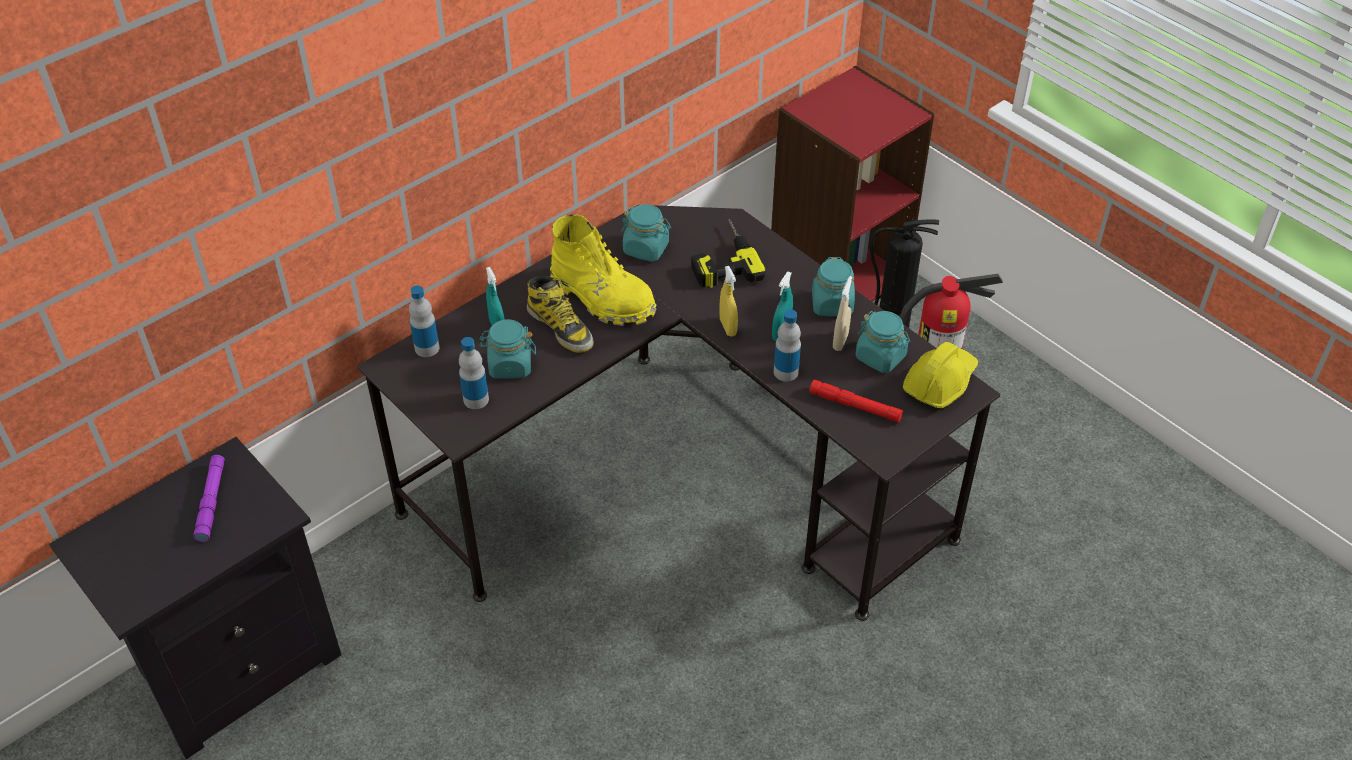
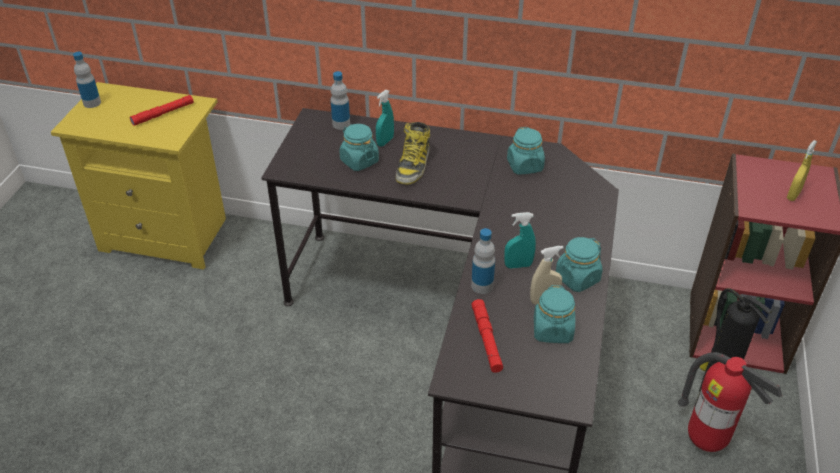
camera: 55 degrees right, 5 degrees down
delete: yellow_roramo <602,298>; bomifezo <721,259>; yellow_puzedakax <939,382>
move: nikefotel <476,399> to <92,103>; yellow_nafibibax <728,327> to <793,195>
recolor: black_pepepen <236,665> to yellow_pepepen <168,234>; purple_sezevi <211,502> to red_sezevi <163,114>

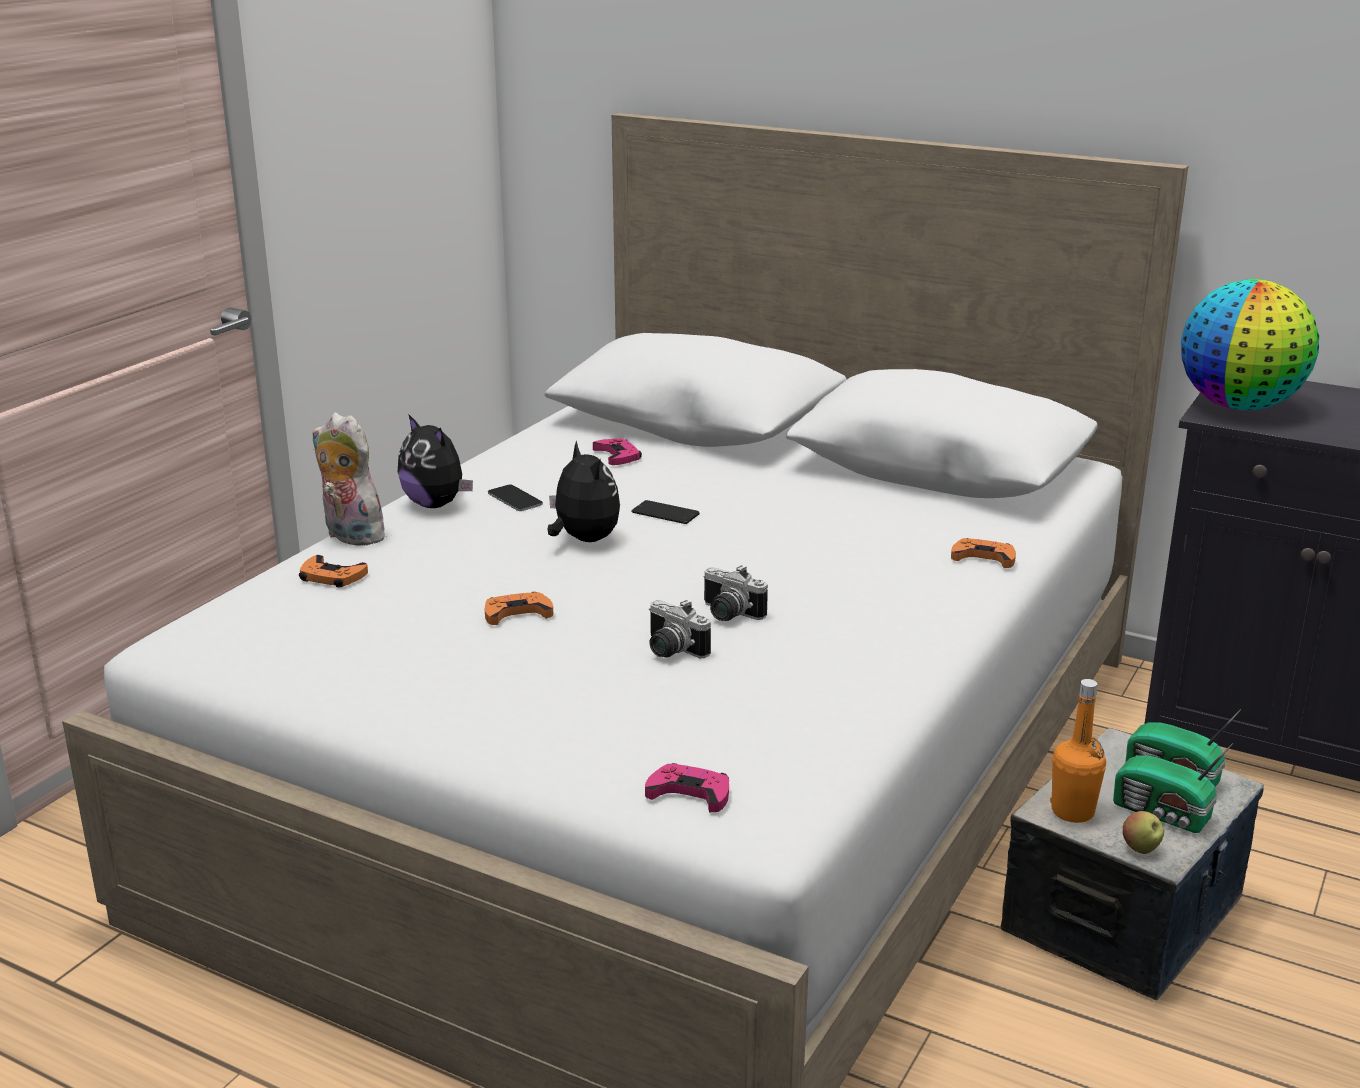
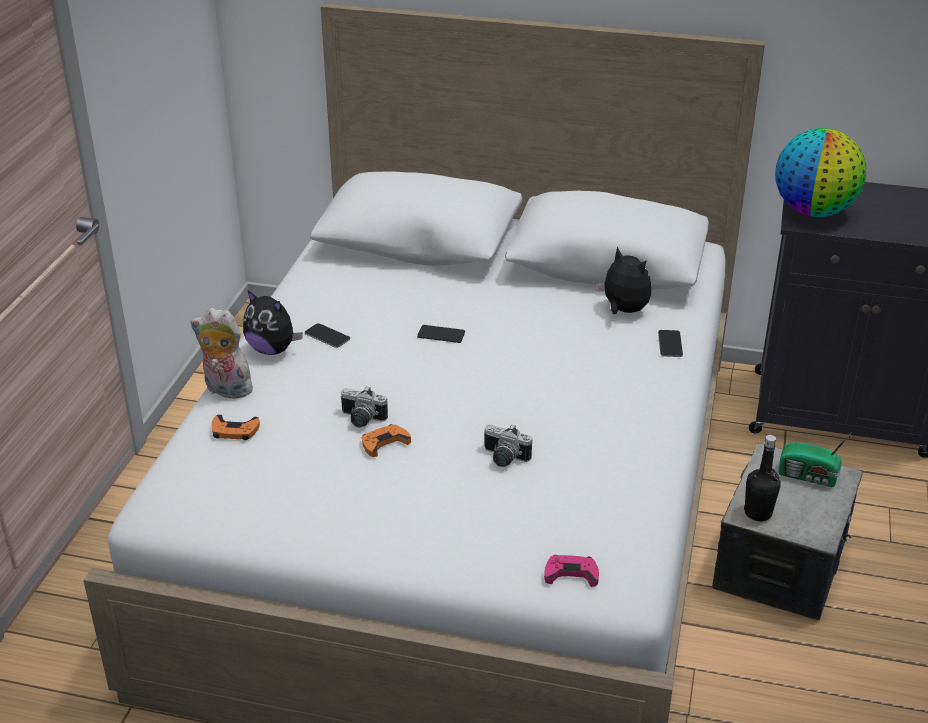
camera: 15 degrees left, 10 degrees up
delete: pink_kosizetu <617,456>; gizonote <1163,814>; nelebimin <1141,849>
move: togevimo <583,540> to <623,310>; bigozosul <727,614> to <361,420>
replace: orange_kosizetu <983,558> to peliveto <670,344>
recolor: orange_nikefotel <1072,812> to black_nikefotel <758,513>

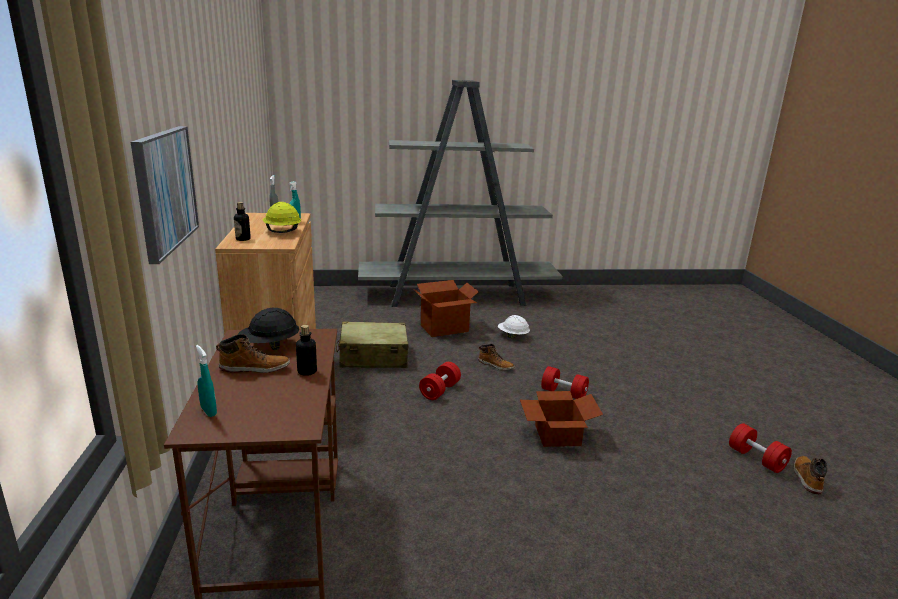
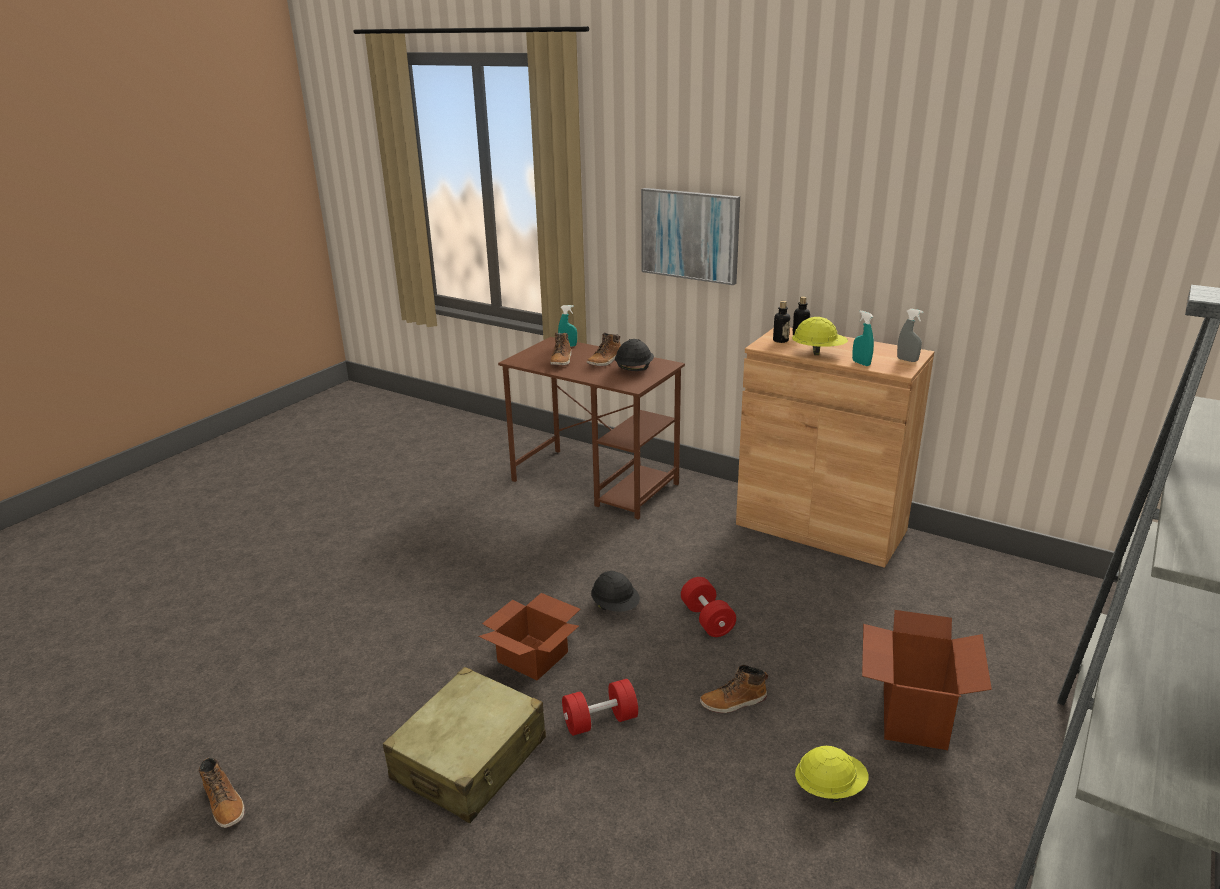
camera: 130 degrees right, 5 degrees up
delete: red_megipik <756,459>
insert: roramo <561,360>; black_puzedakax <615,607>
move: nikefotel <307,371> to <780,340>; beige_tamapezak <373,357> to <470,759>
recolor: white_puzedakax <512,336> to yellow_puzedakax <829,788>

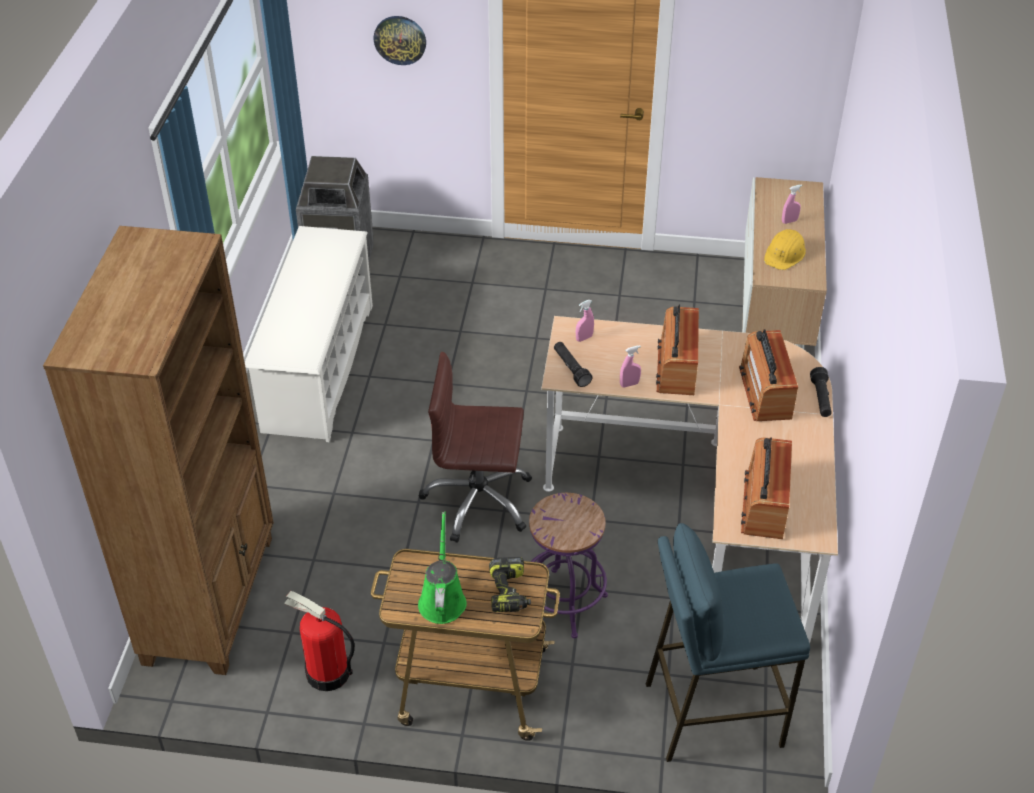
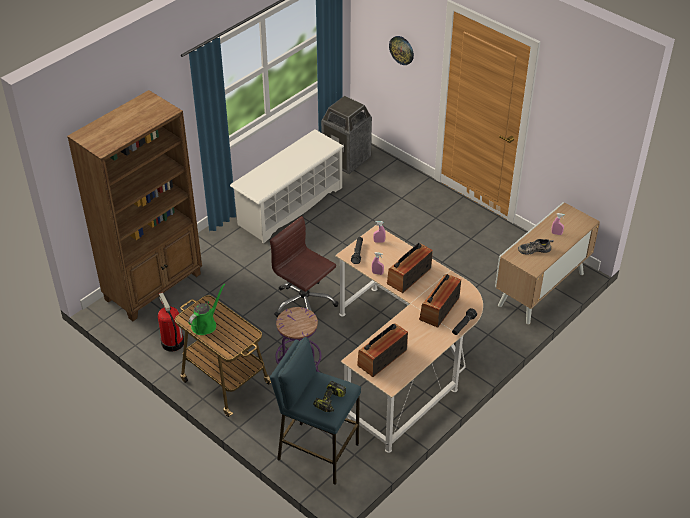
camera: 35 degrees right, 0 degrees up
move: bomifezo <509,592> to <330,401>
replace: yellow_puzedakax <785,254> to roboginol <534,249>

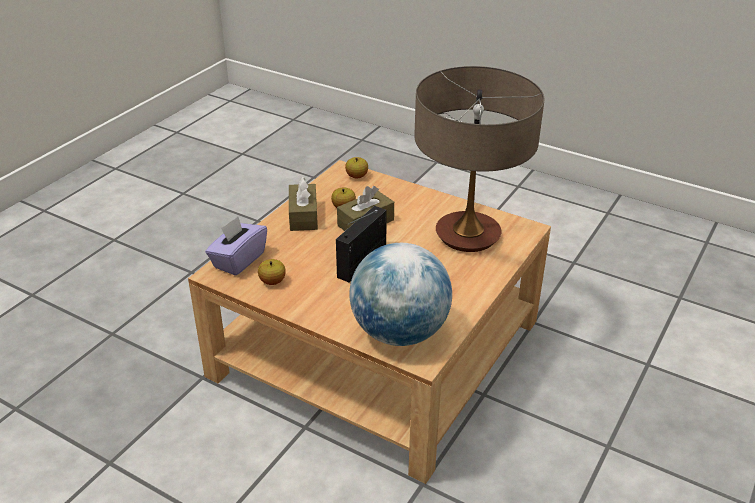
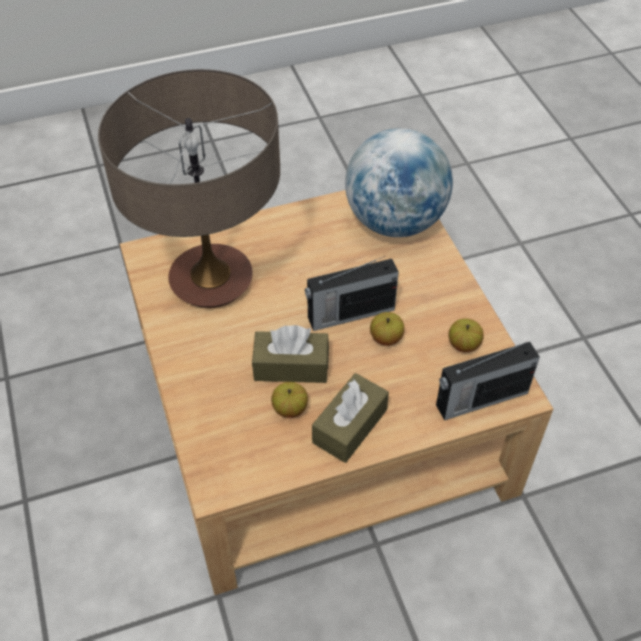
camera: 140 degrees left, 15 degrees up
move: nelebimin <356,176> to <386,338>
replace: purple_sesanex <238,260> to gizonote <480,399>

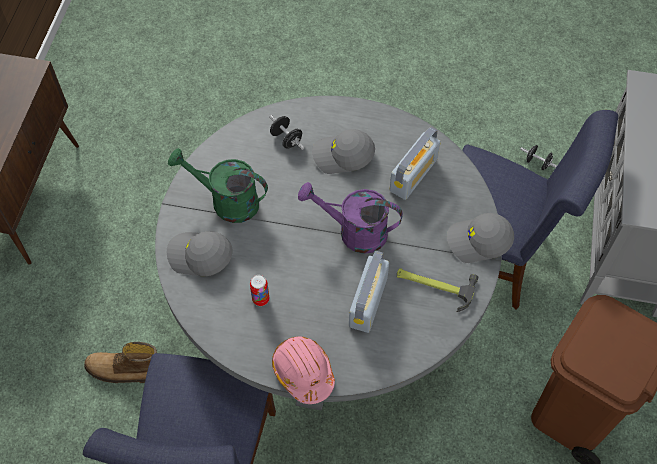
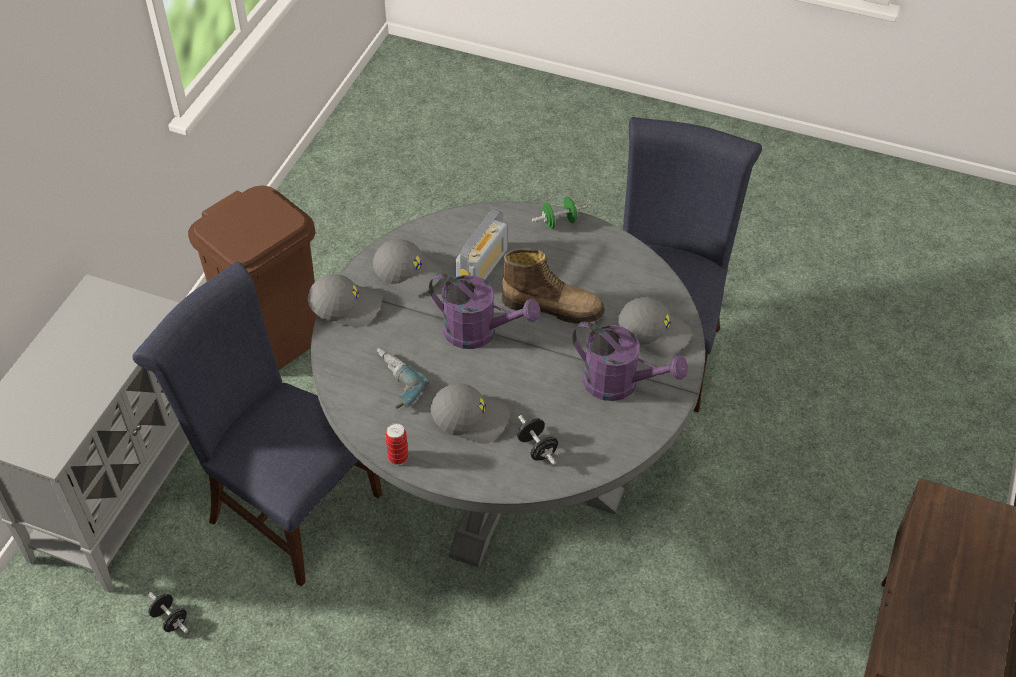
camera: 170 degrees left, 10 degrees down
move: roramo <126,371> to <553,306>; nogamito <260,299> to <398,457>
replace: pink_puzedakax <303,372> to green_megipik <559,222>; gizonote <413,175> to bomifezo <392,383>; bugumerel <434,285> to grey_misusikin <409,273>
recolor: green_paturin <226,201> to purple_paturin <620,384>

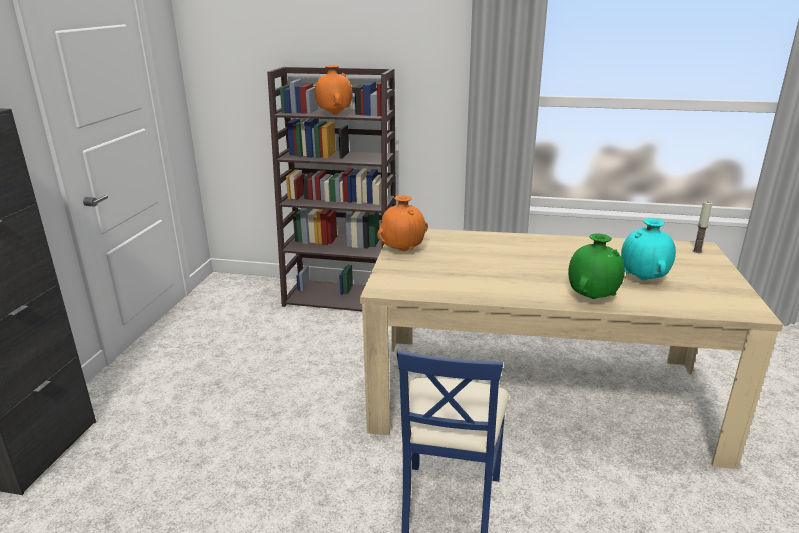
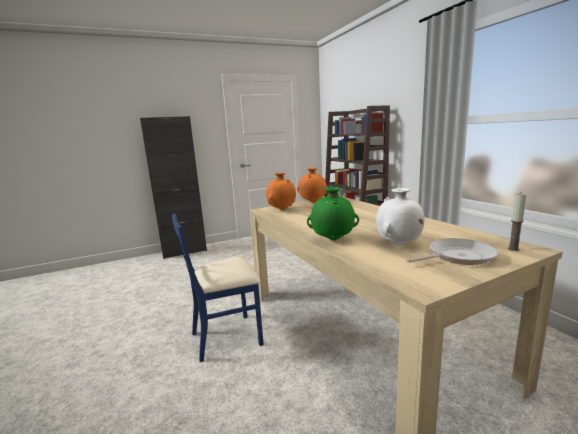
camera: 55 degrees right, 10 degrees down
insert: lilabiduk <457,256>
move: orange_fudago <334,114> to <282,210>
recolor: turquoise_fudago <643,279> to white_fudago <398,245>

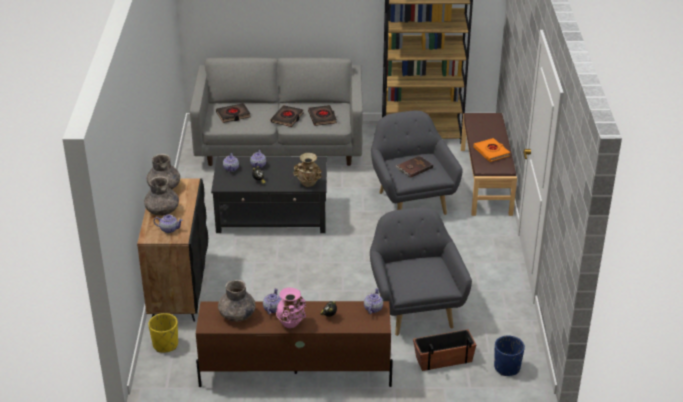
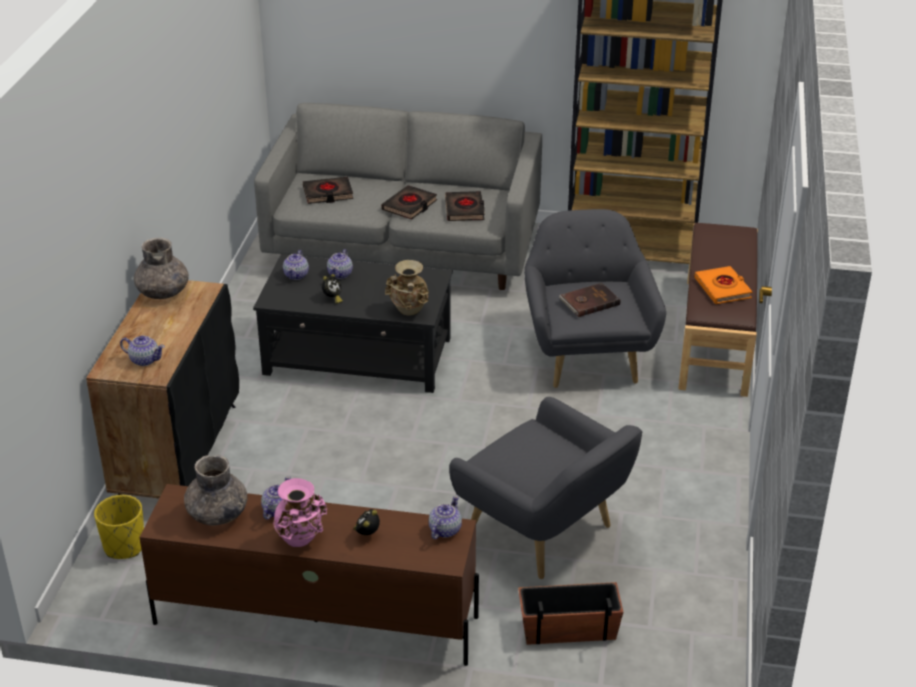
camera: 10 degrees right, 0 degrees up
delete: grey_fudago <162,210>; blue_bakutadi <507,367>
rotate: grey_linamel <416,308> = <545,533> 135 degrees clockwise

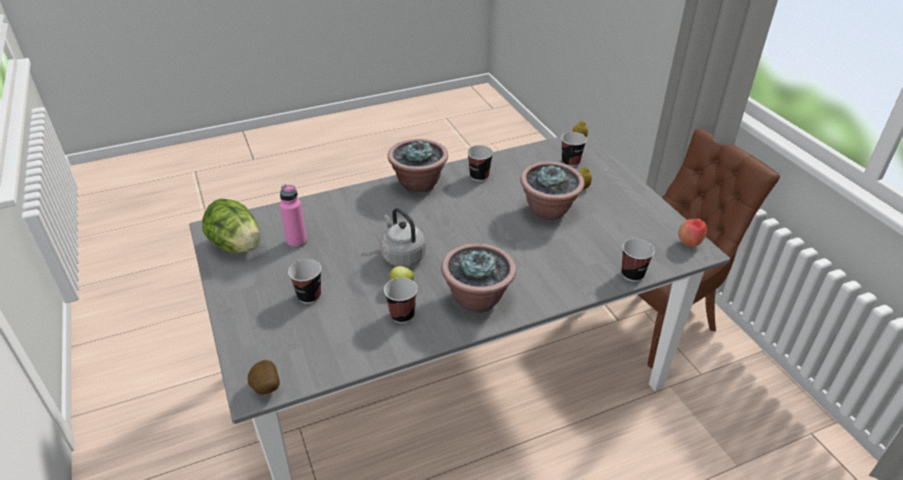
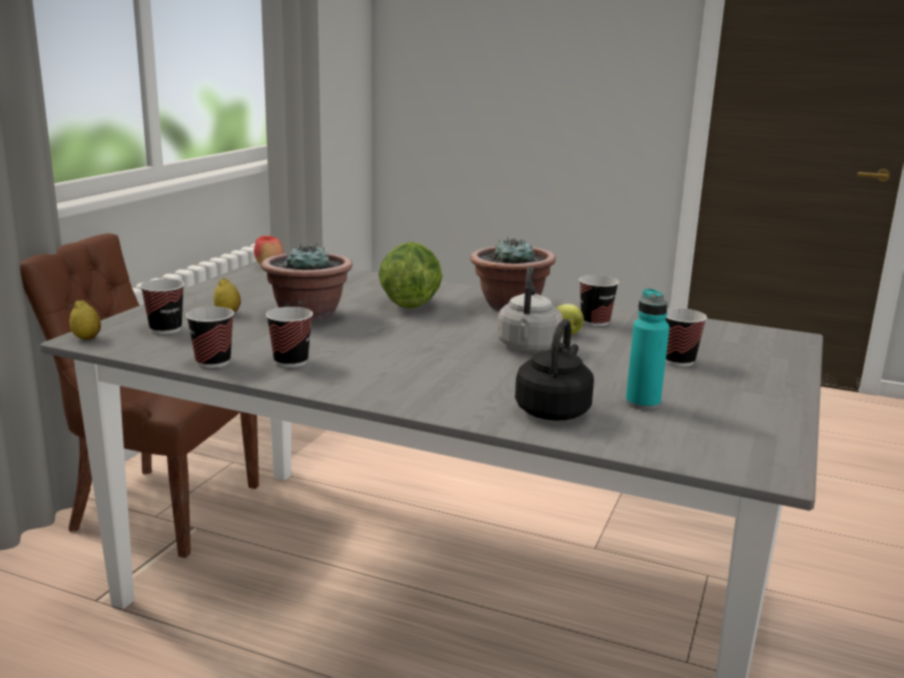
camera: 135 degrees left, 20 degrees down
delete: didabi <266,389>; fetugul <418,184>
insert: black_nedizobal <554,410>
move: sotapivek <236,246> to <409,304>; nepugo <632,274> to <213,362>
recolor: pink_nikefotel <297,242> to turquoise_nikefotel <642,403>

